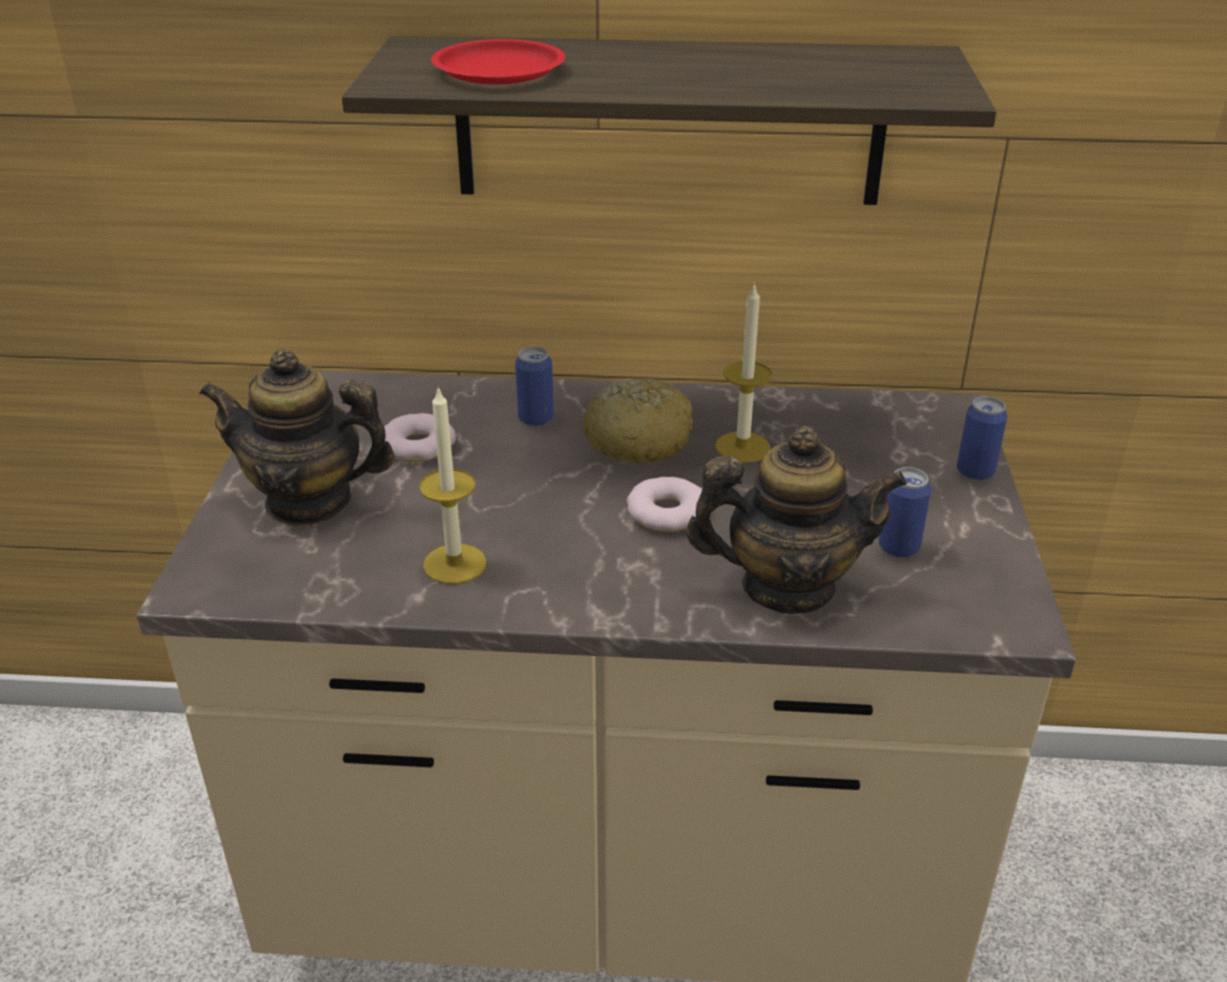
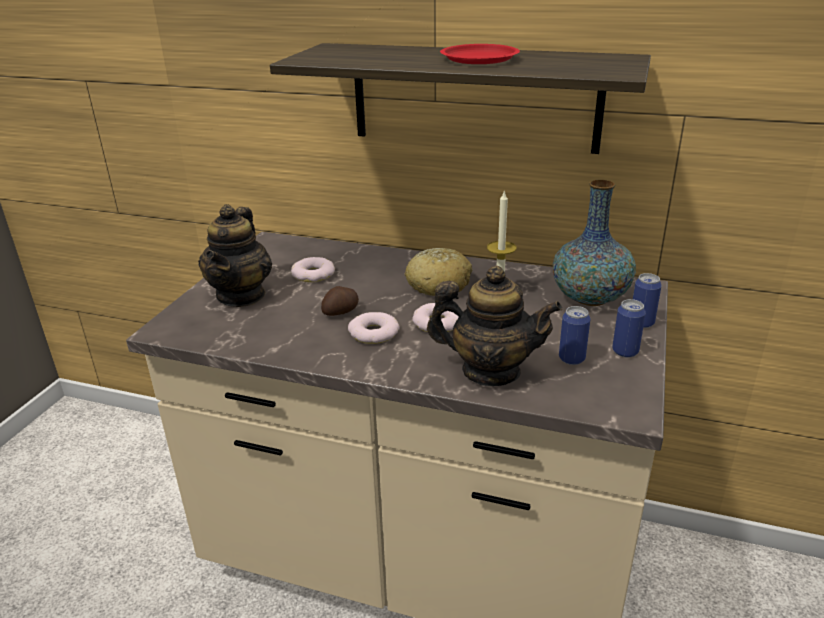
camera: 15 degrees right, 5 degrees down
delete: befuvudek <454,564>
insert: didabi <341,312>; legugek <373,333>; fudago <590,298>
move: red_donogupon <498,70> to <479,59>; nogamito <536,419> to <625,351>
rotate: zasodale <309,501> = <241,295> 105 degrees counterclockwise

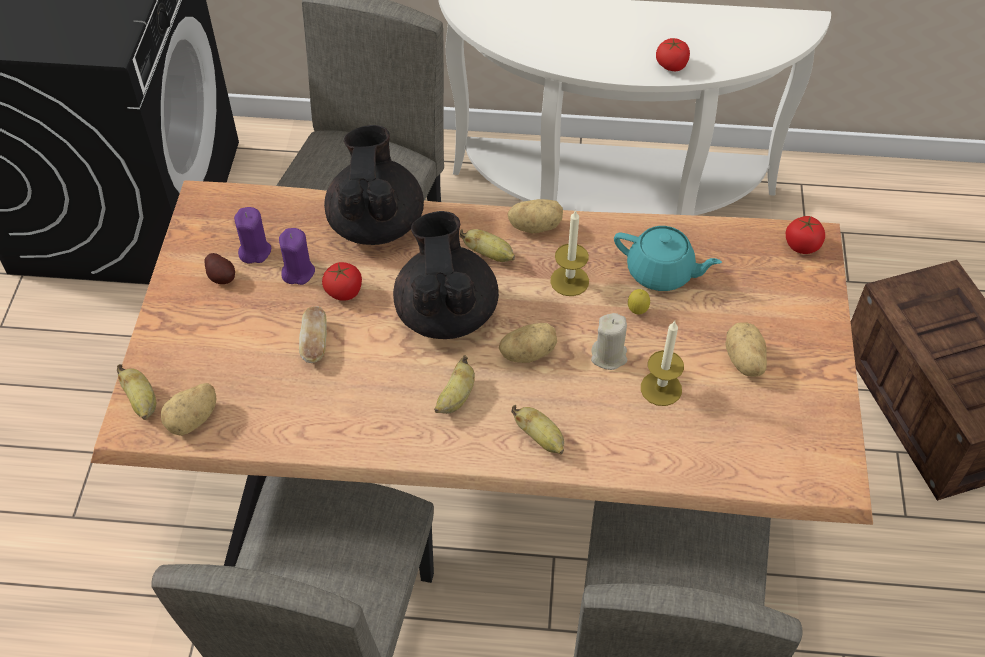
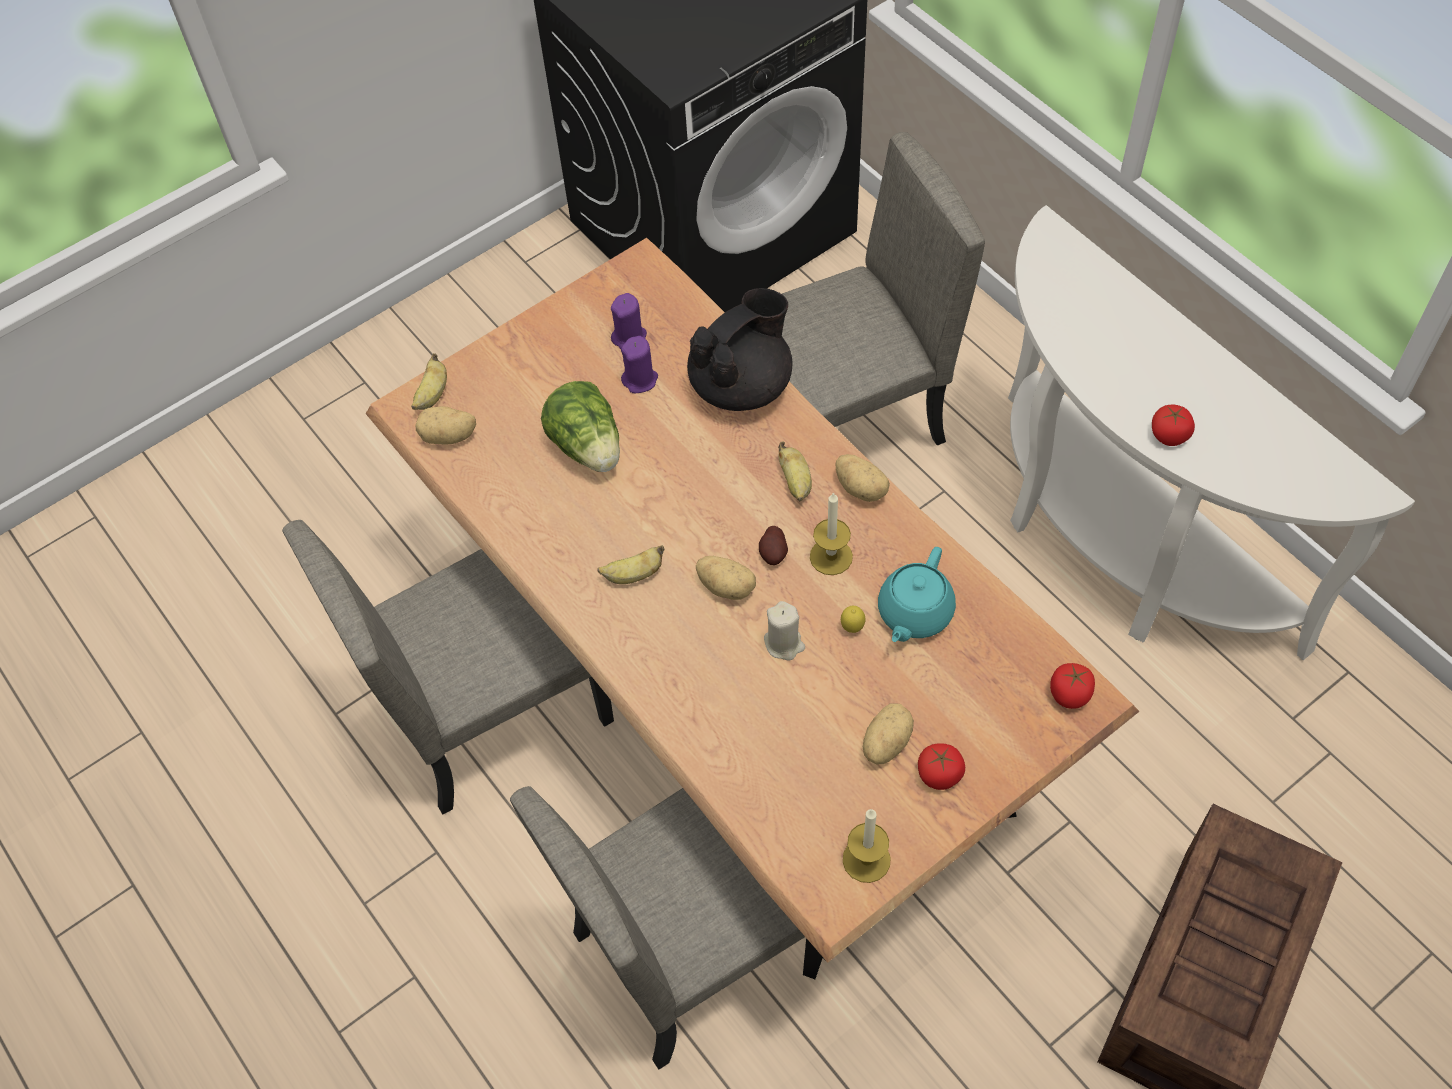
camera: 50 degrees right, 5 degrees up
delete: black_zasodale <446,312>; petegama <540,438>
move: didabi <222,277> to <773,553>; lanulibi <344,291> to <939,774>; befuvudek <661,388> to <866,859>
replace: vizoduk <315,343> to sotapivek <588,446>
rotate: turquoise_zasodale <661,272> = <914,613> 45 degrees clockwise

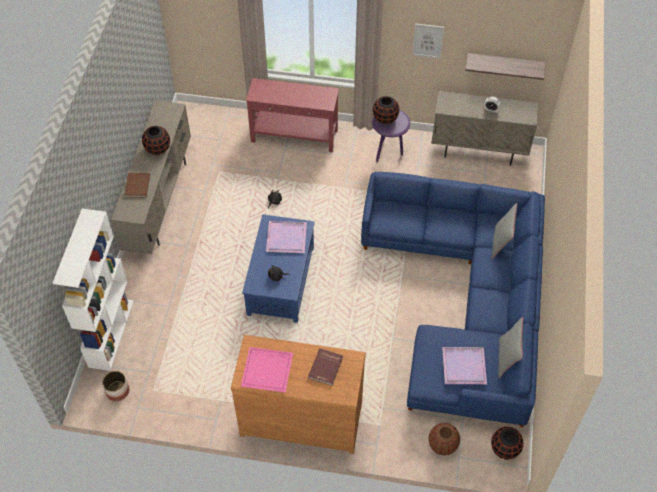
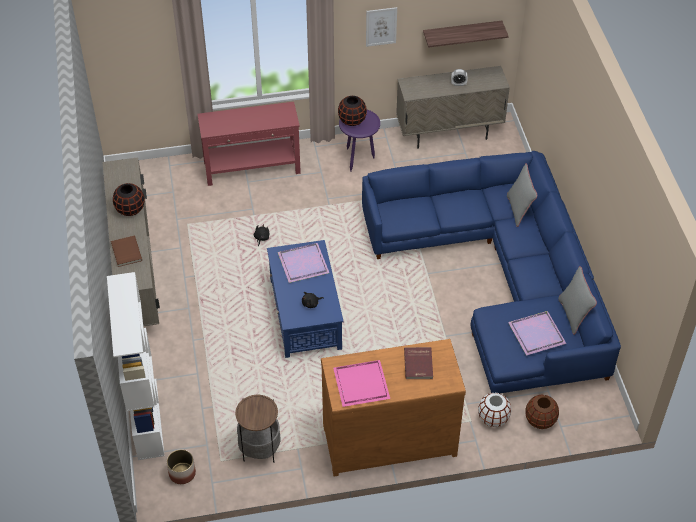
camera: 20 degrees left, 5 degrees down
delete: black_fudago <505,449>
insert: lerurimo <260,448>; white_fudago <493,418>

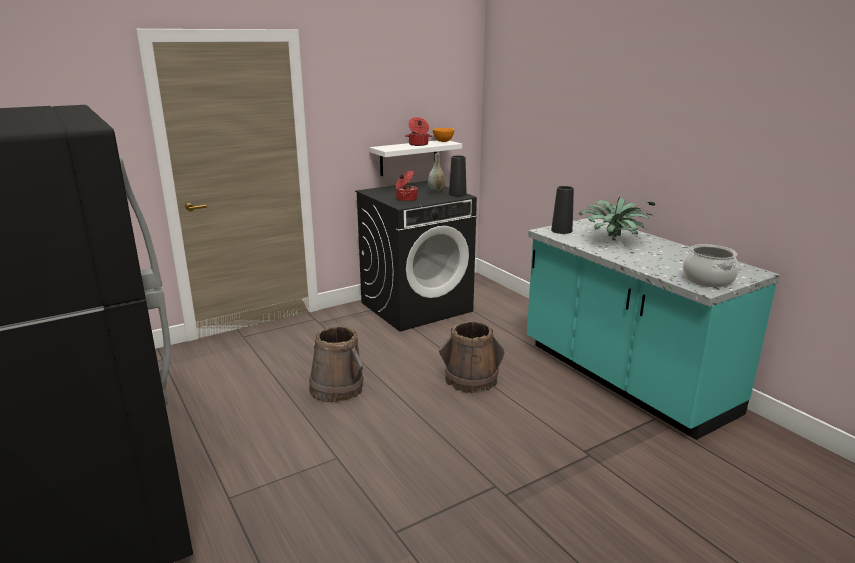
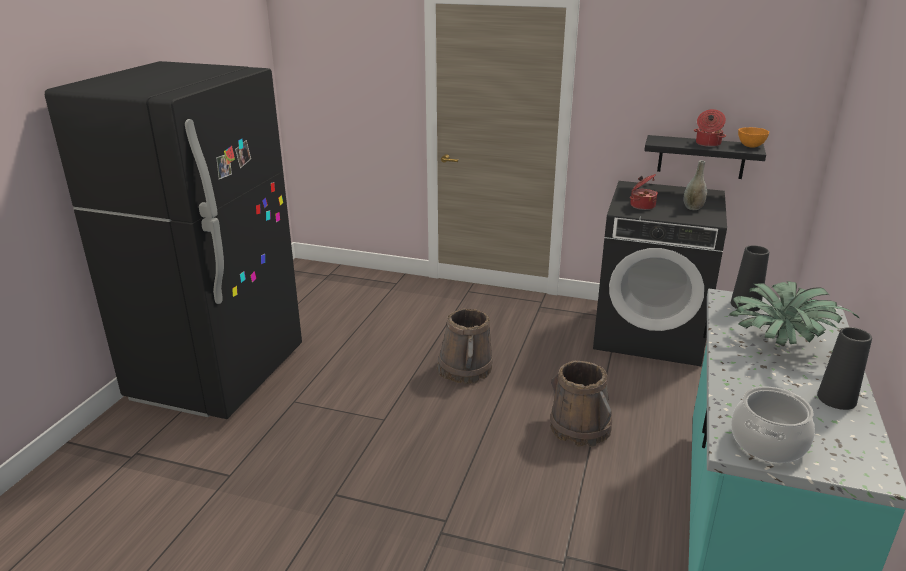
camera: 50 degrees right, 5 degrees up
move: black_fudago <457,194> to <836,399>
recolor: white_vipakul <408,157> to black_vipakul <701,157>

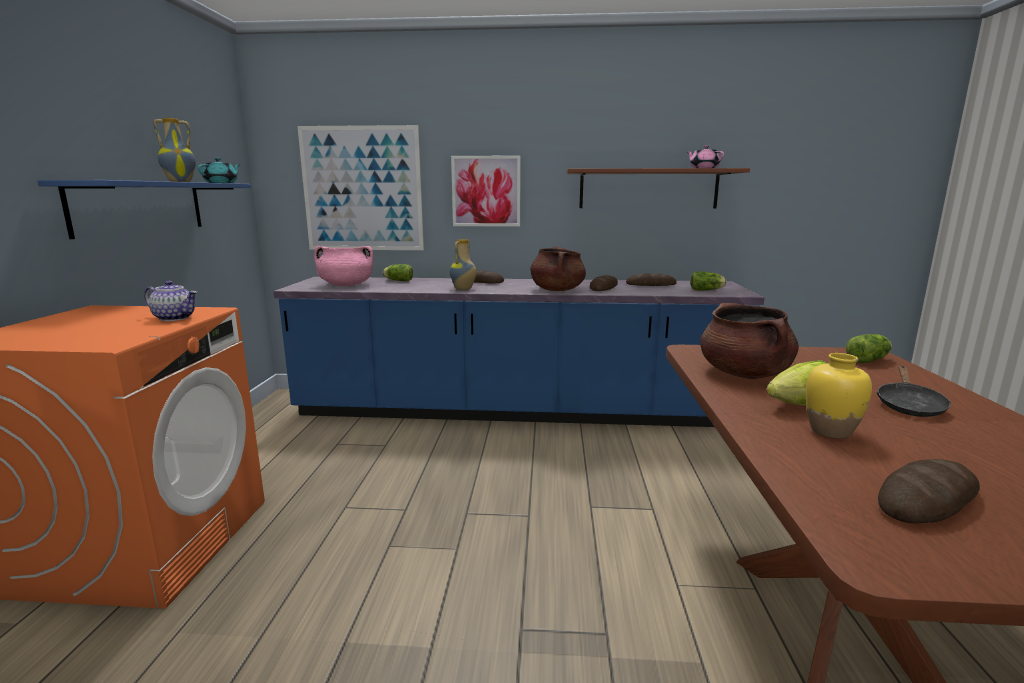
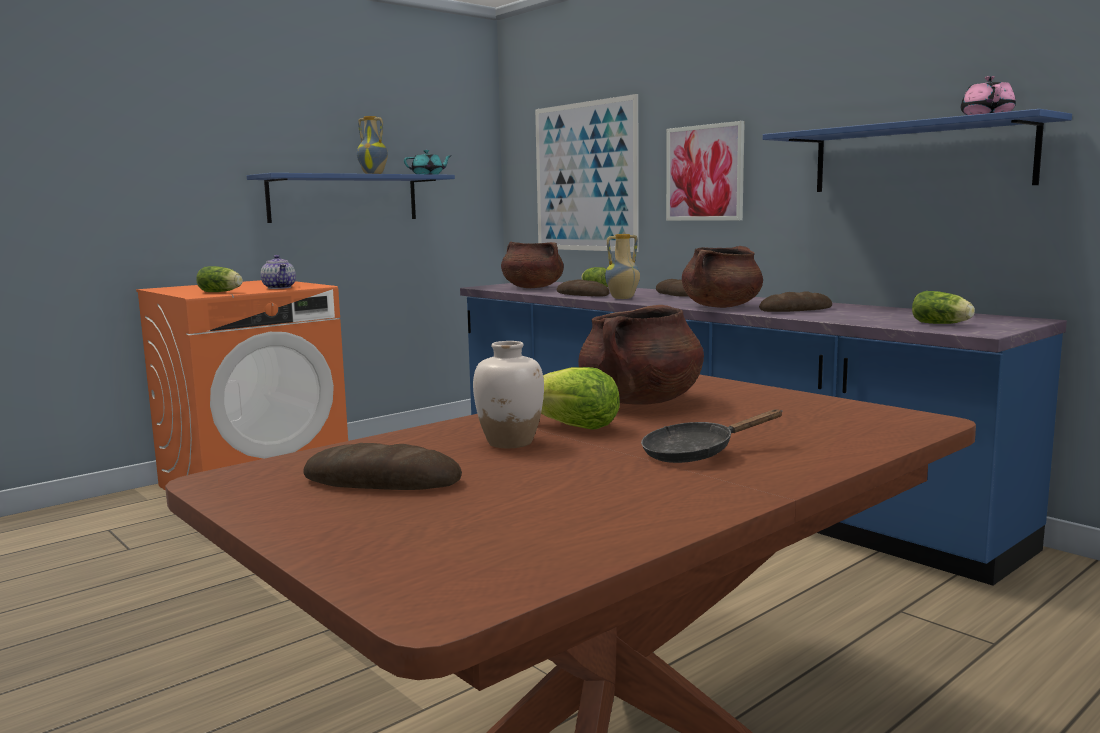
camera: 45 degrees right, 5 degrees down
move: vizoduk <651,284> to <582,294>; sotapivek <869,360> to <221,292>
recolor: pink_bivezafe <346,285> to brown_bivezafe <532,288>; brown_vipakul <648,189> to blue_vipakul <919,157>; yellow_fudago <830,431> to white_fudago <510,442>

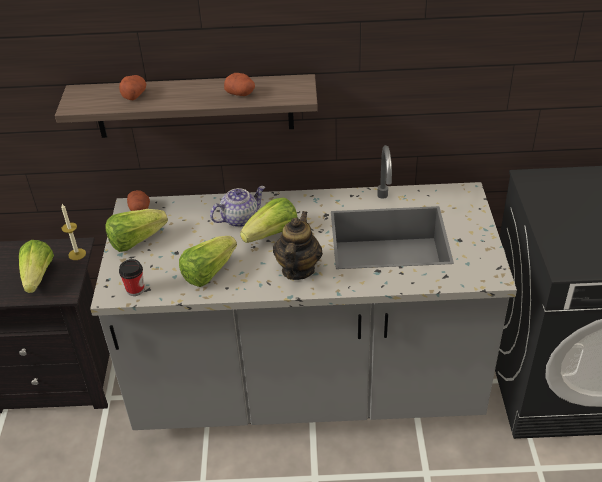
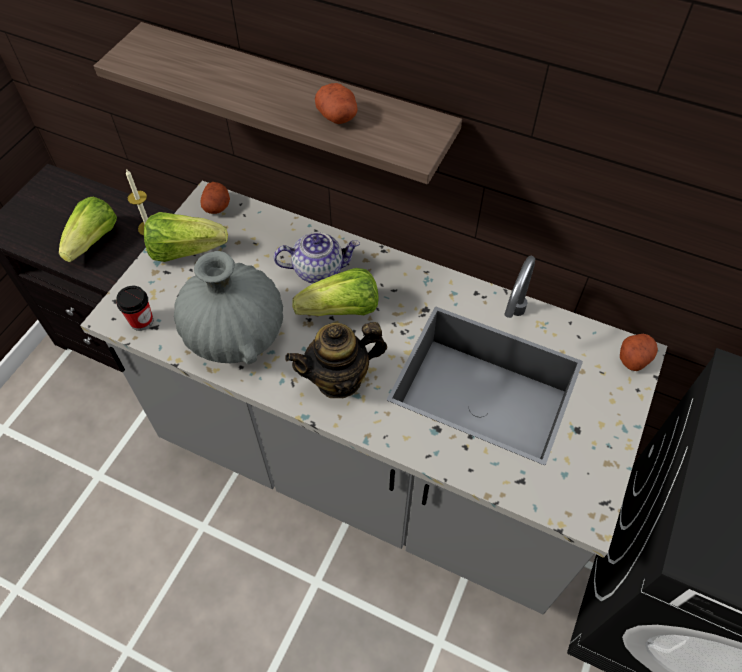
camera: 25 degrees right, 15 degrees up
move: didabi <134,95> to <634,357>
replace: sotapivek <208,272> to grey_fudago <234,333>
rotate: zasodale <297,269> = <339,379> 150 degrees counterclockwise

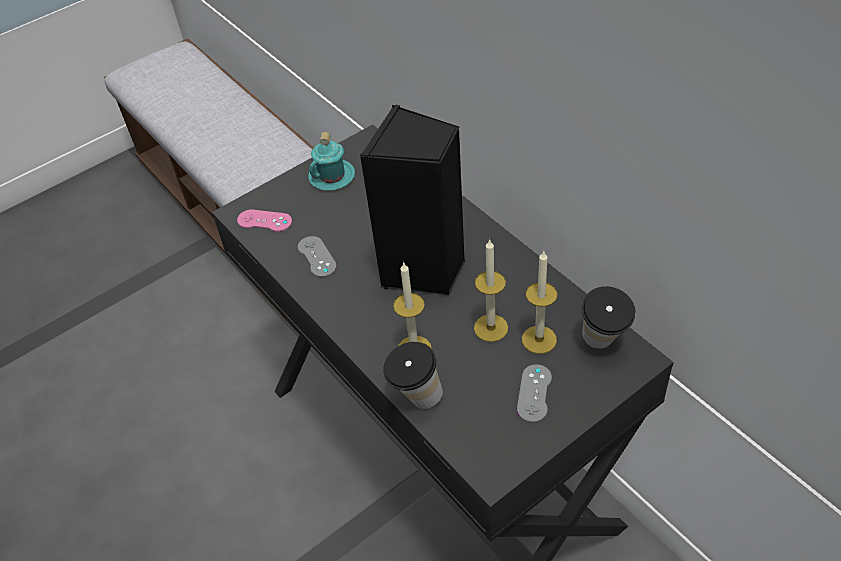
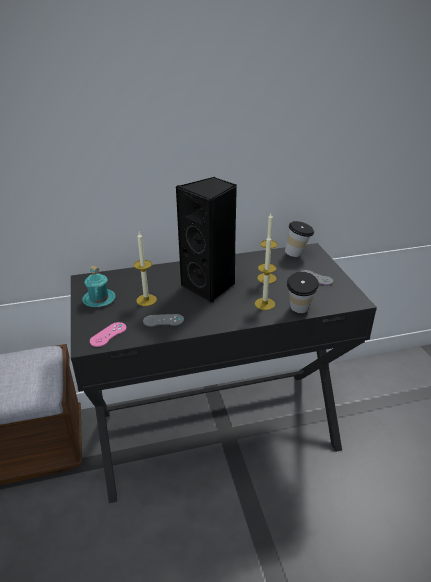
camera: 70 degrees left, 15 degrees down
move: befuvudek <539,339> to <146,300>

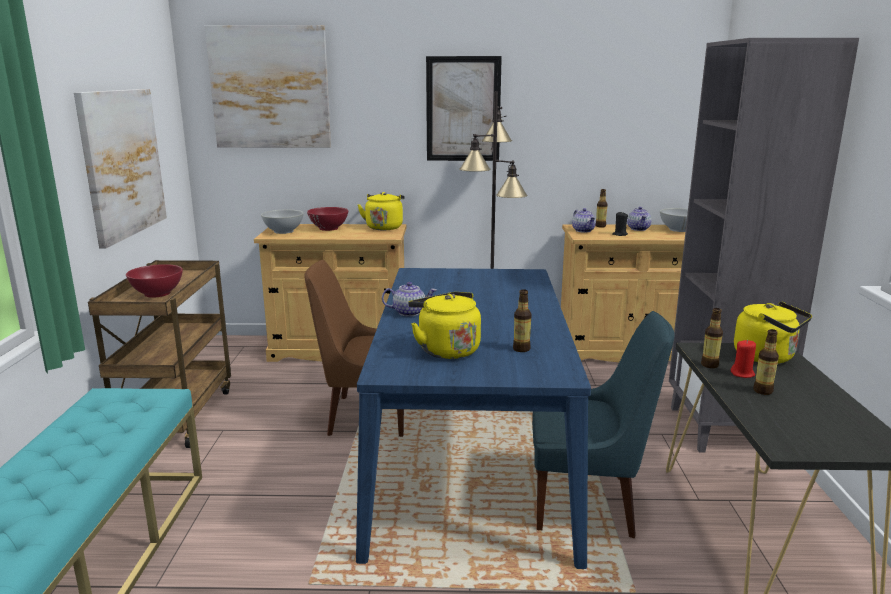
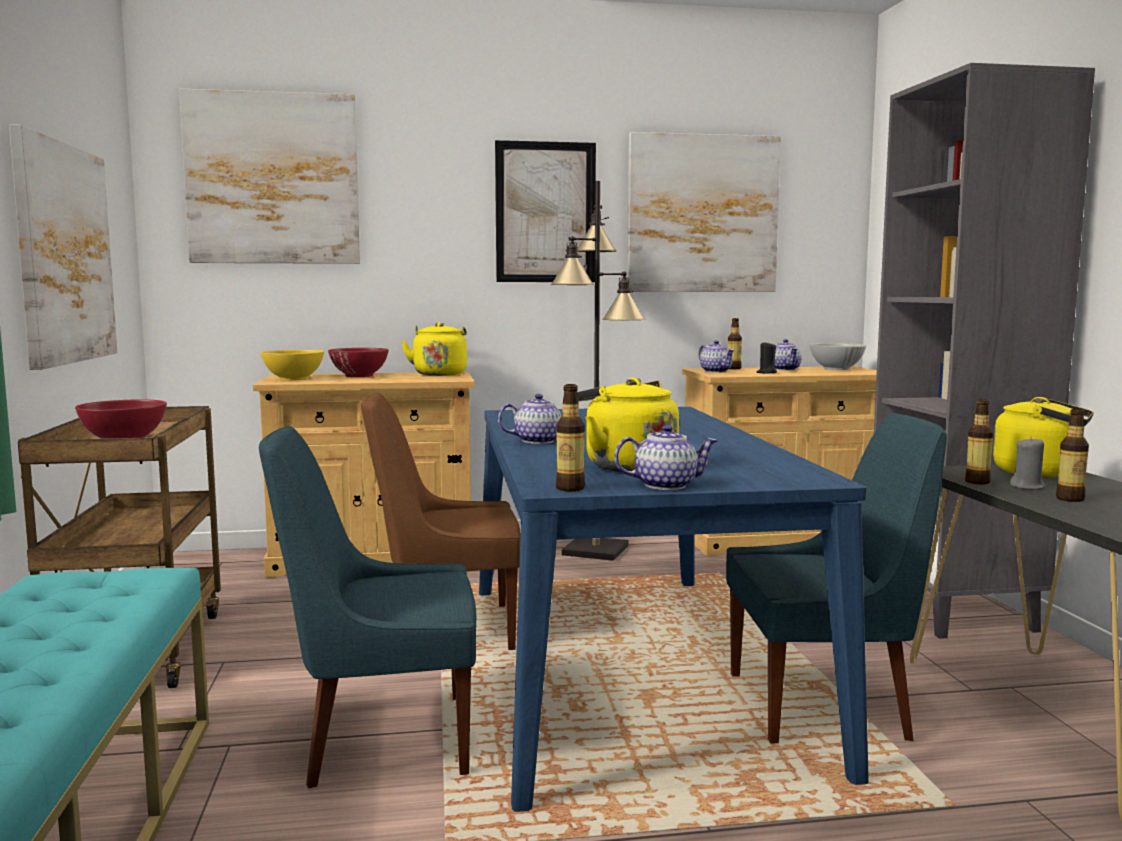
camera: 10 degrees left, 10 degrees down
insert: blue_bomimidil <381,740>; zasodale <666,485>; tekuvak <702,214>
move: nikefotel <521,349> to <570,488>
recolor: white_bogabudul <283,231> to yellow_bogabudul <293,379>; red_befuvudek <742,374> to grey_befuvudek <1027,487>

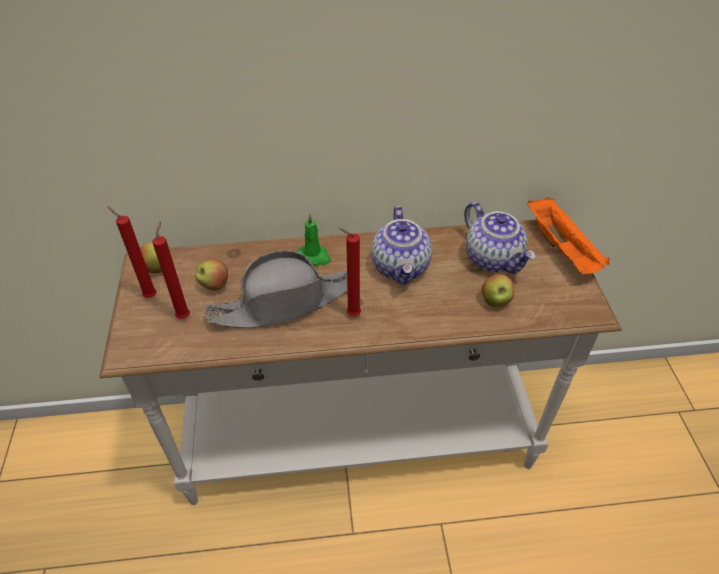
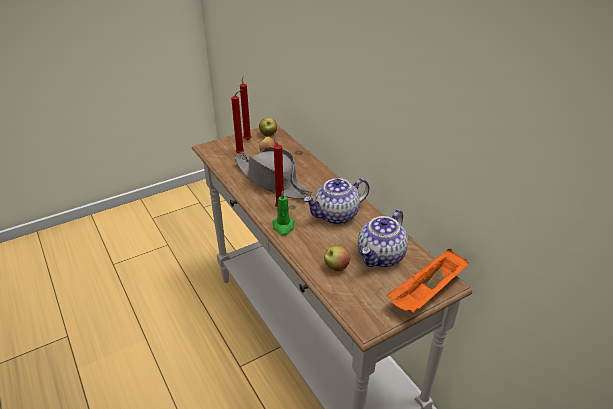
camera: 65 degrees right, 10 degrees down
move: green_befuvudek <314,257> to <283,227>

